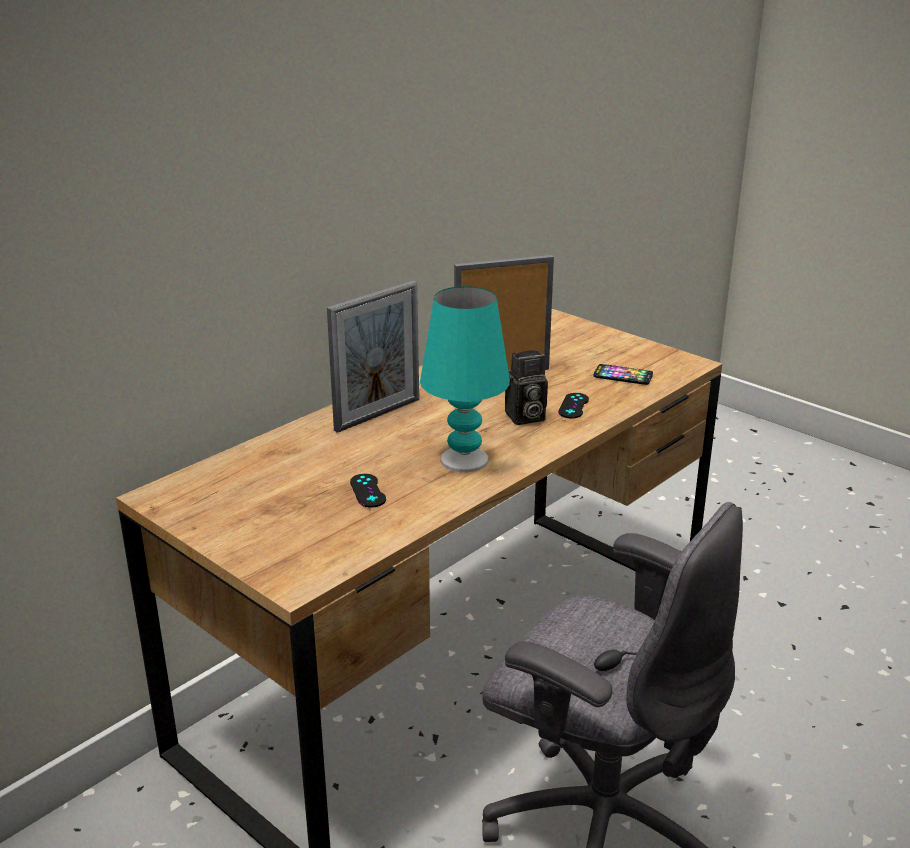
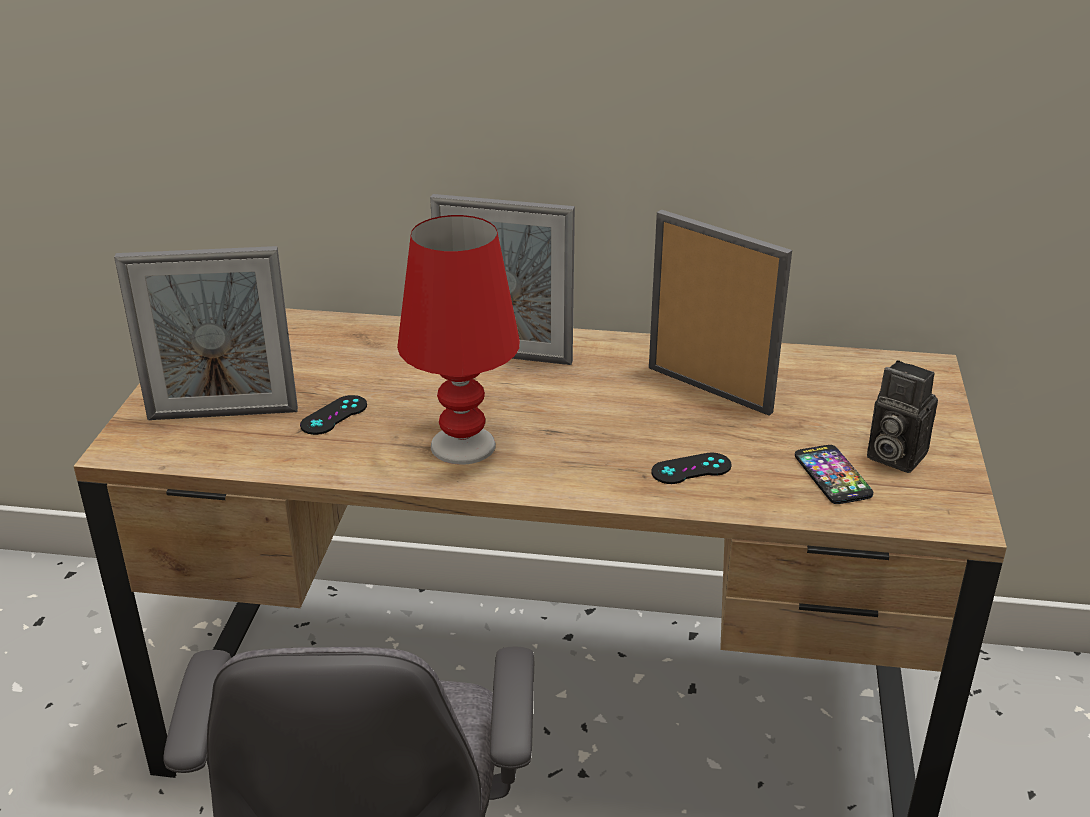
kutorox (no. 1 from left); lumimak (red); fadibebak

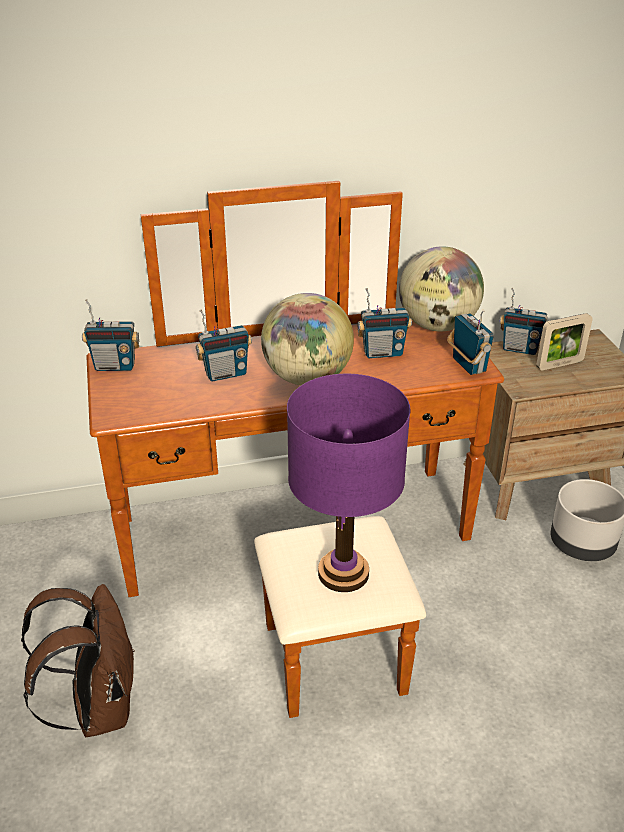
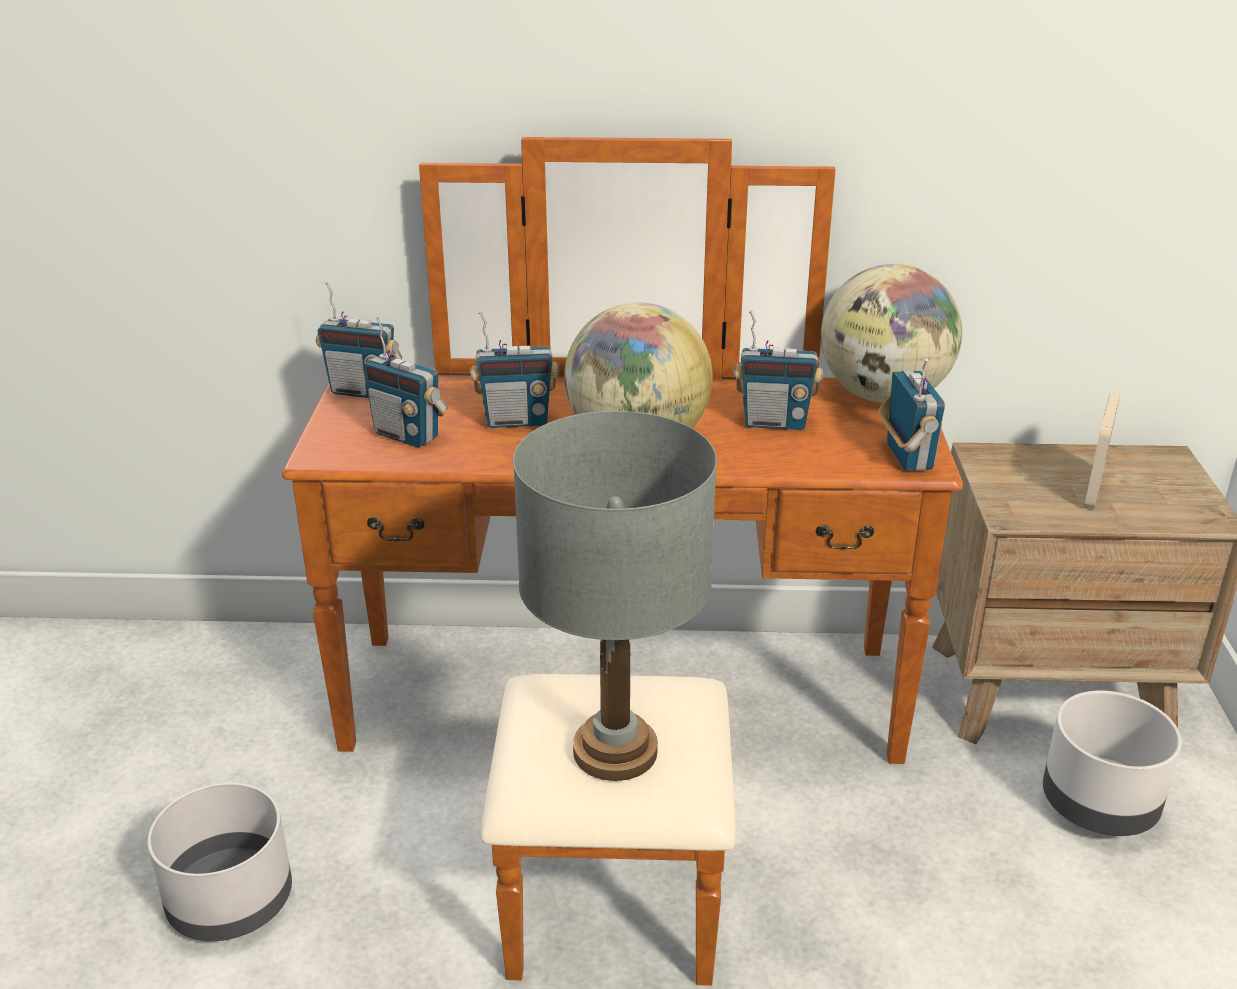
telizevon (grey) (no. 1 from left); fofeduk (no. 2 from left); lumimak (grey); kutorox

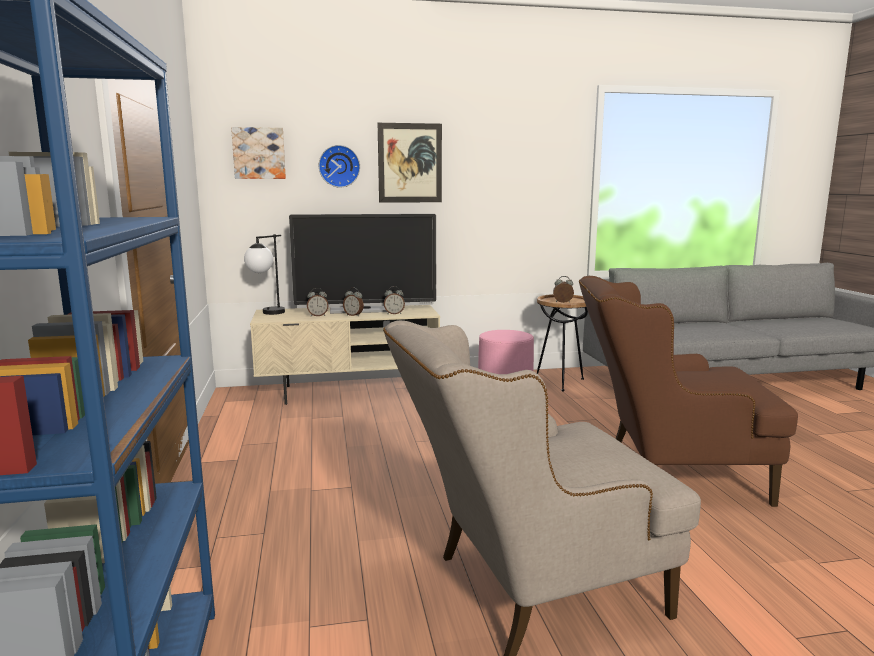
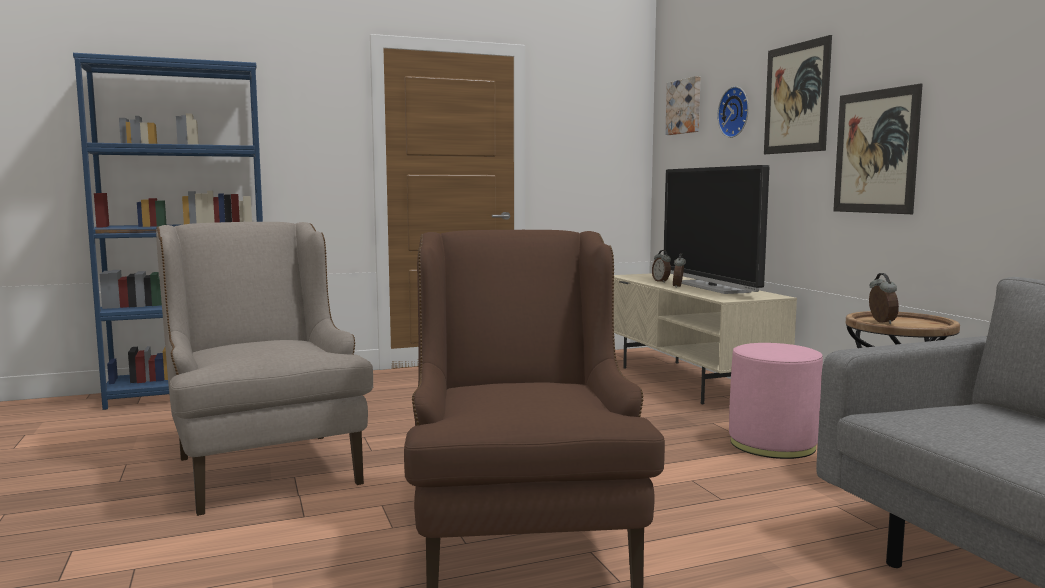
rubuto (no. 3 from left); lumimak; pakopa (no. 3 from left in the first image)

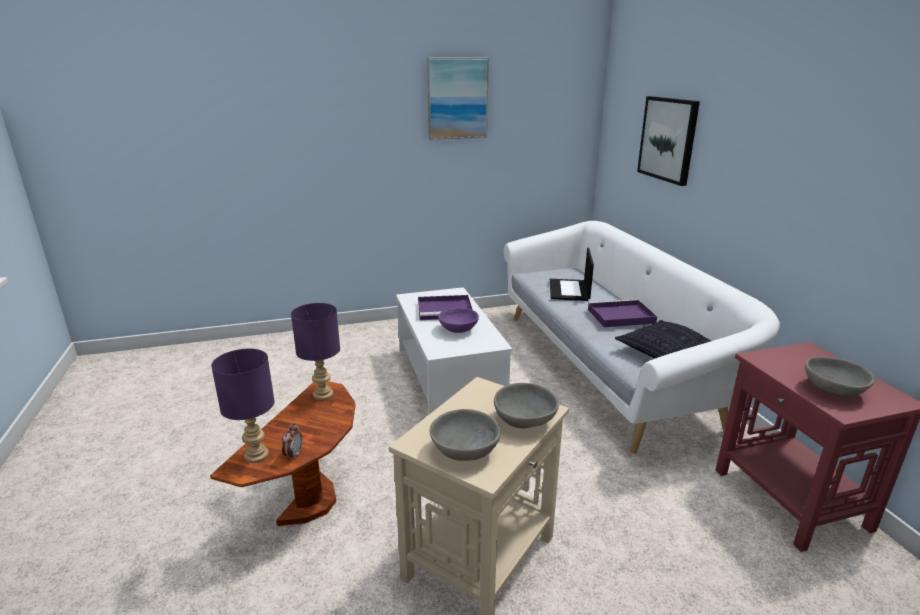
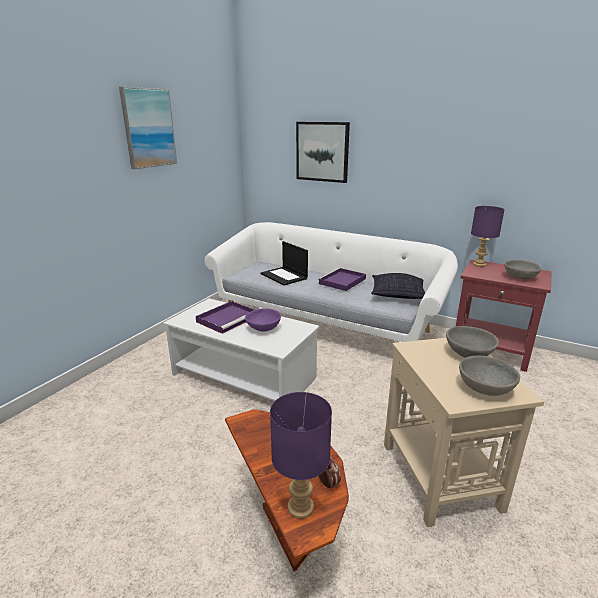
lumimak (purple) (no. 2 from left)

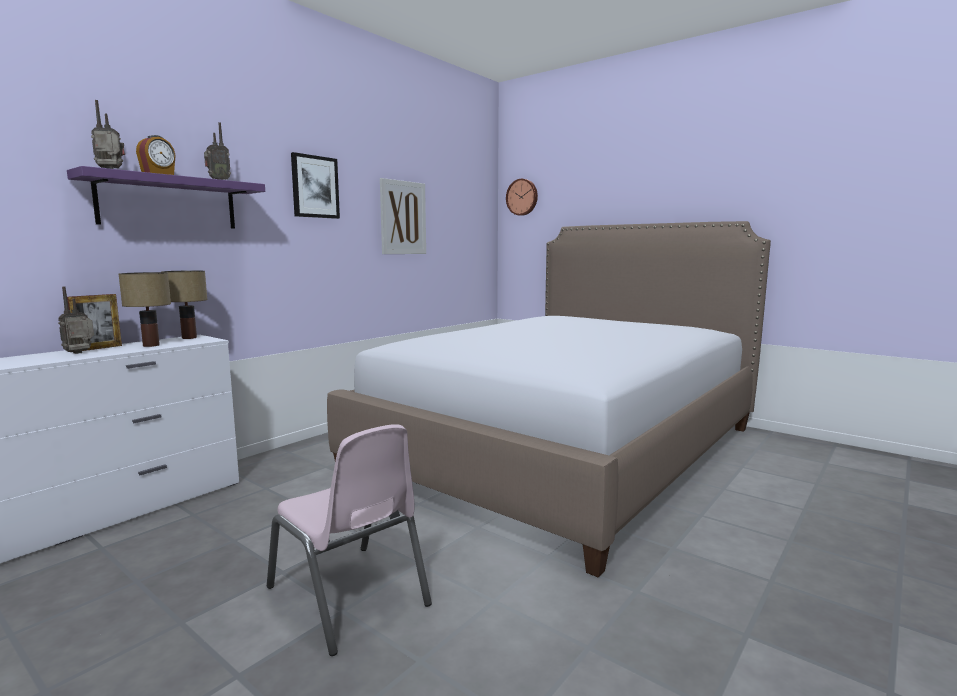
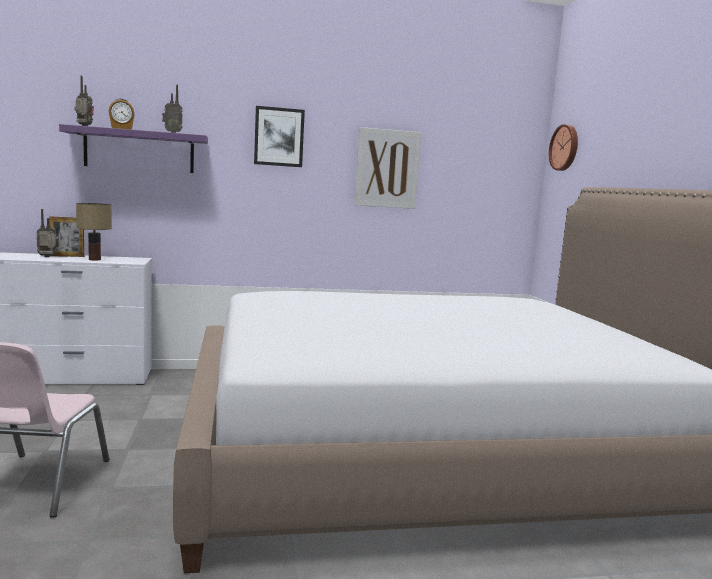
lumimak (no. 2 from left in the first image)

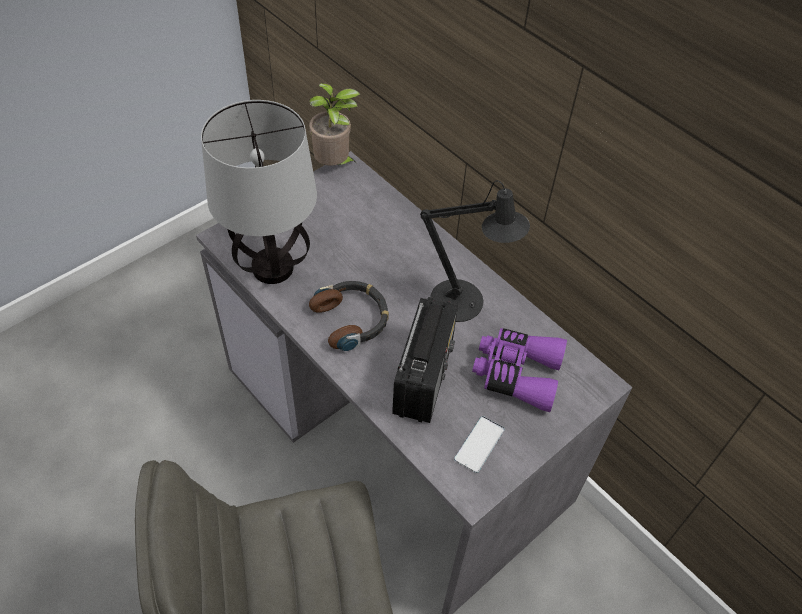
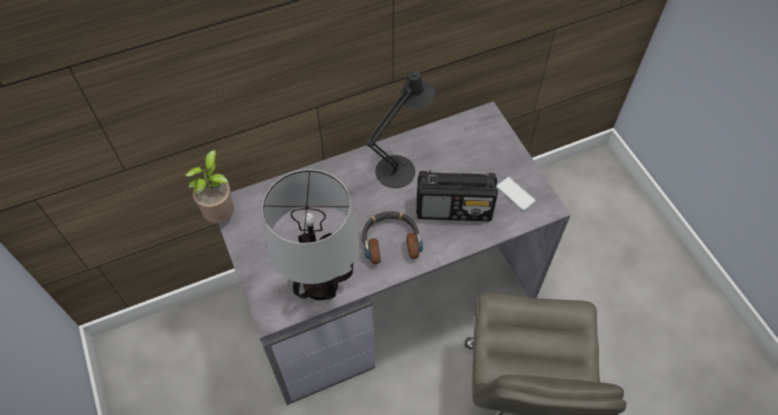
fofeduk; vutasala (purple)

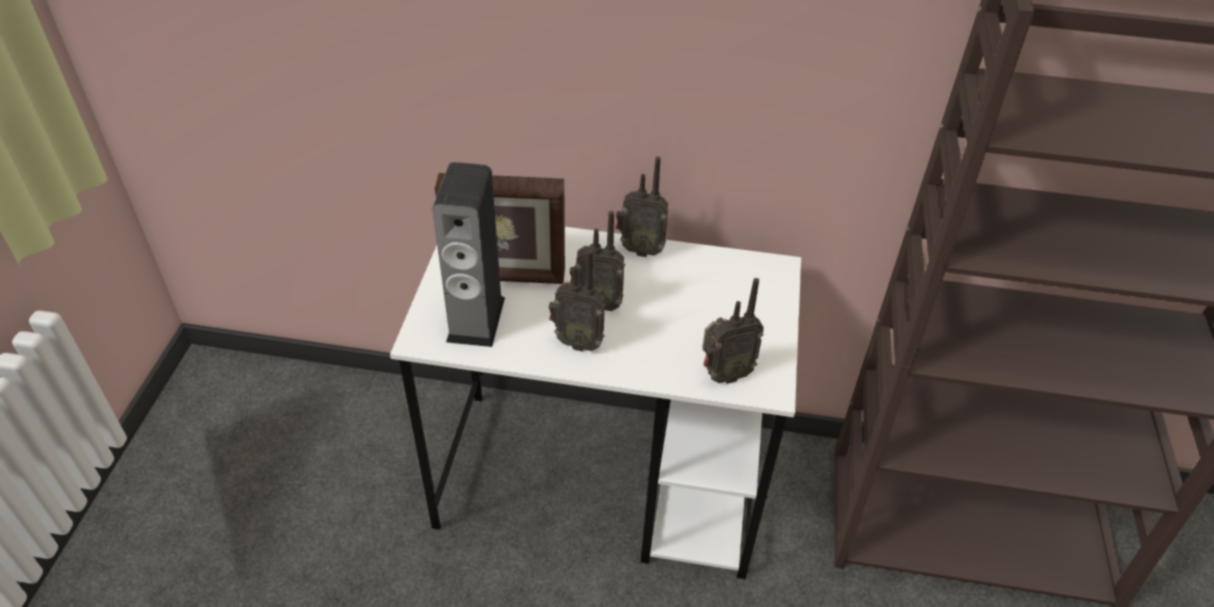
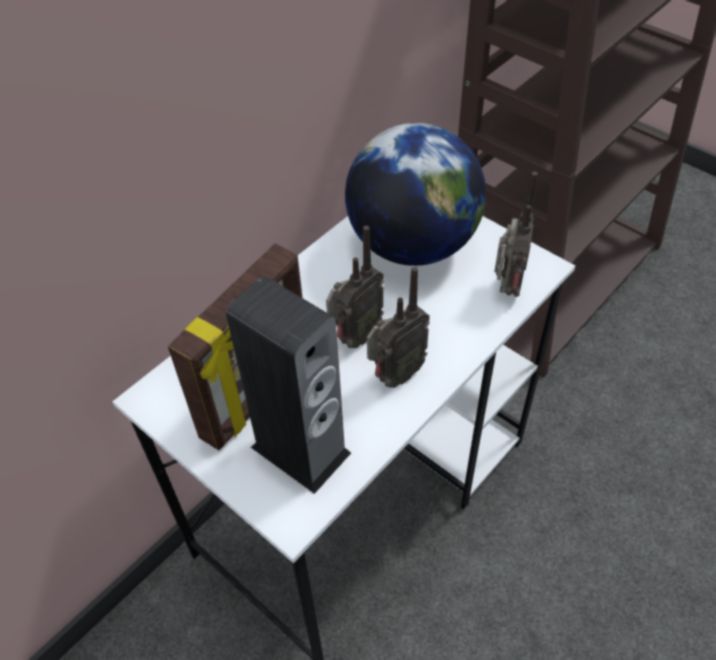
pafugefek; fofeduk (no. 3 from left in the first image)

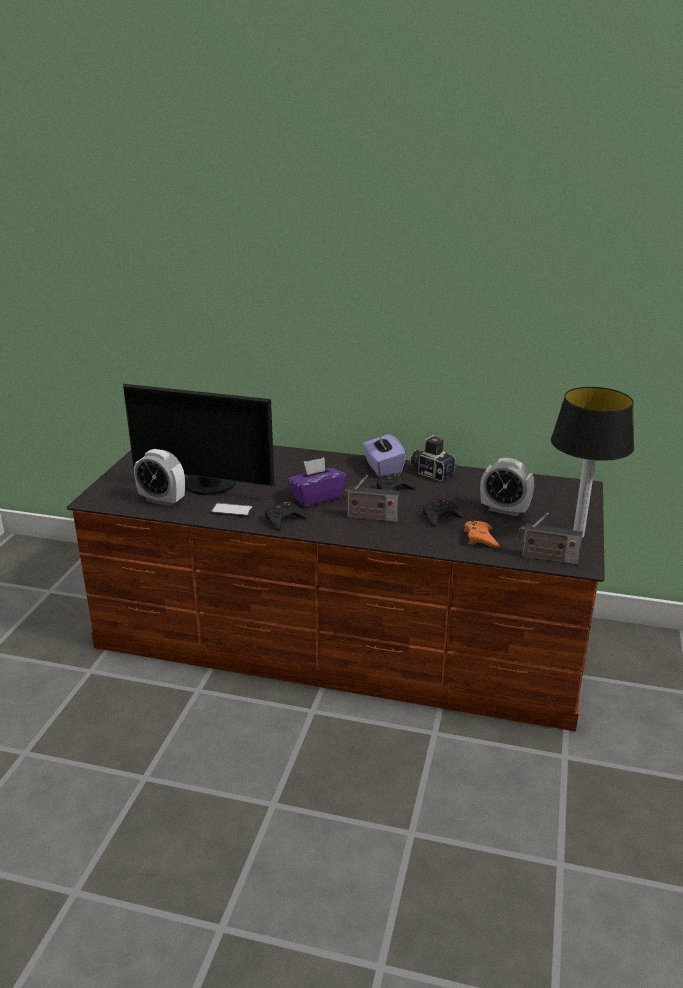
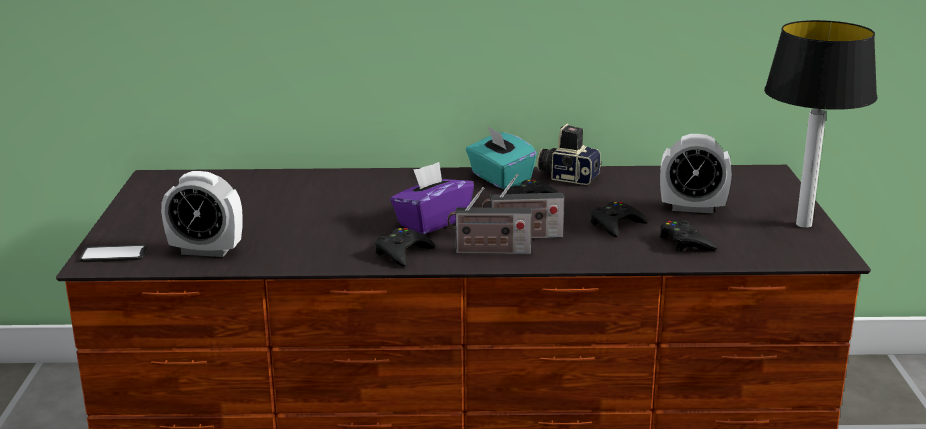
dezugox; fofeduk (no. 1 from left); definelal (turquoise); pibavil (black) (no. 4 from left); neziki

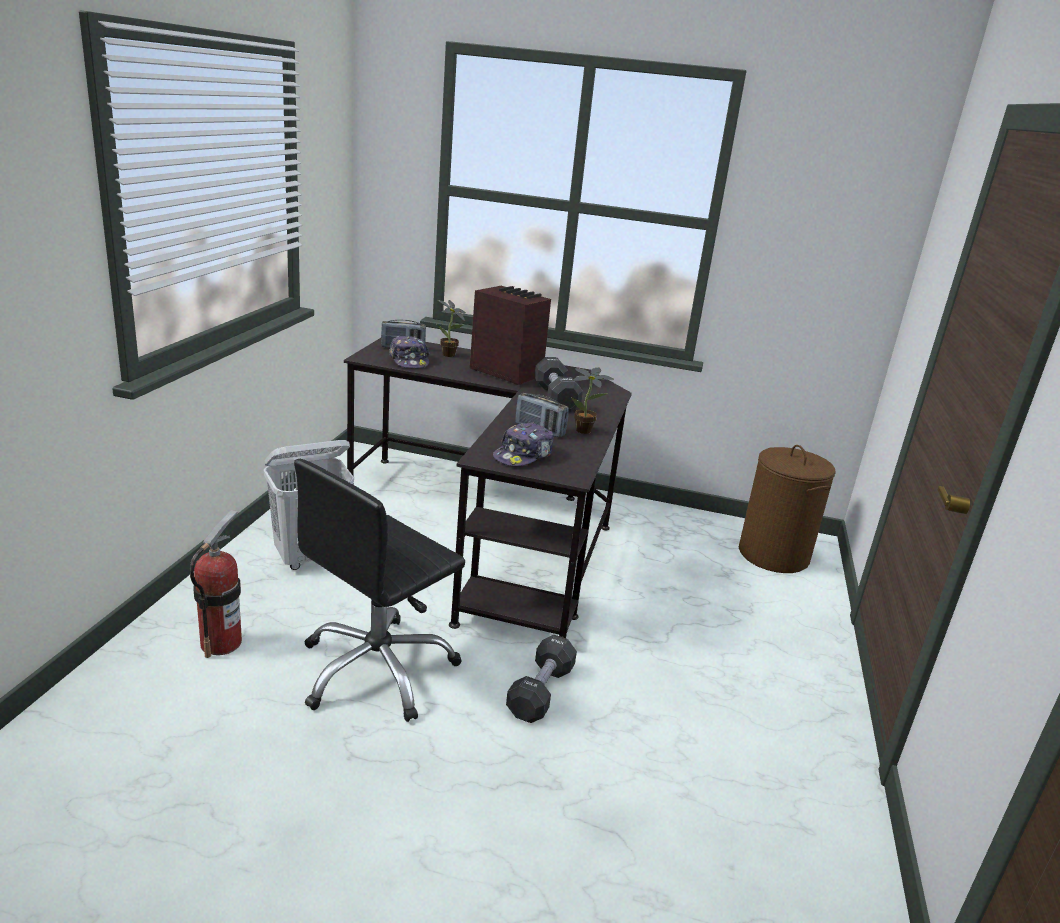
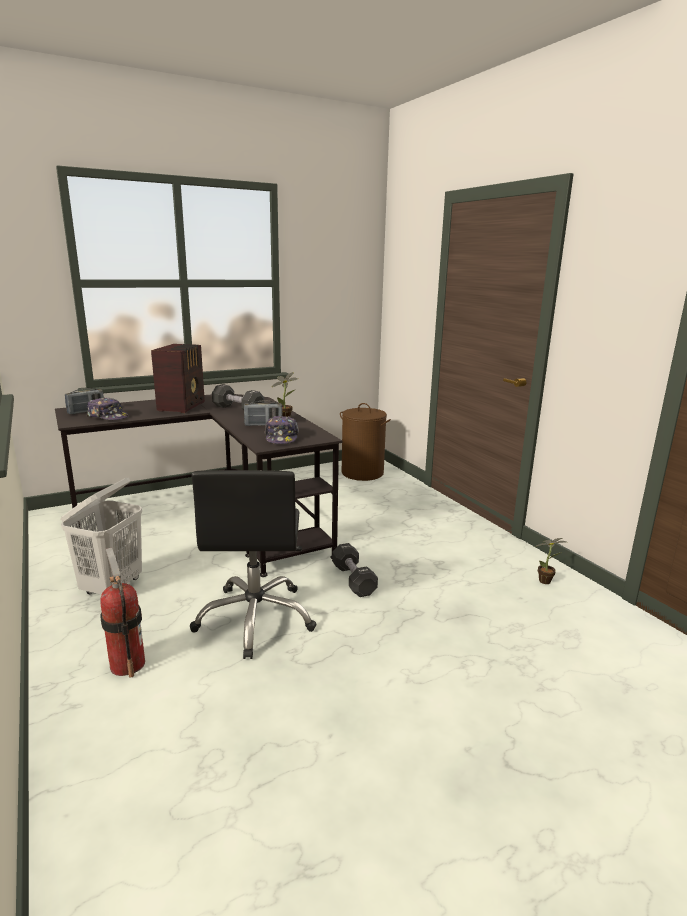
fofeduk (no. 2 from left); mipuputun (no. 2 from left)

